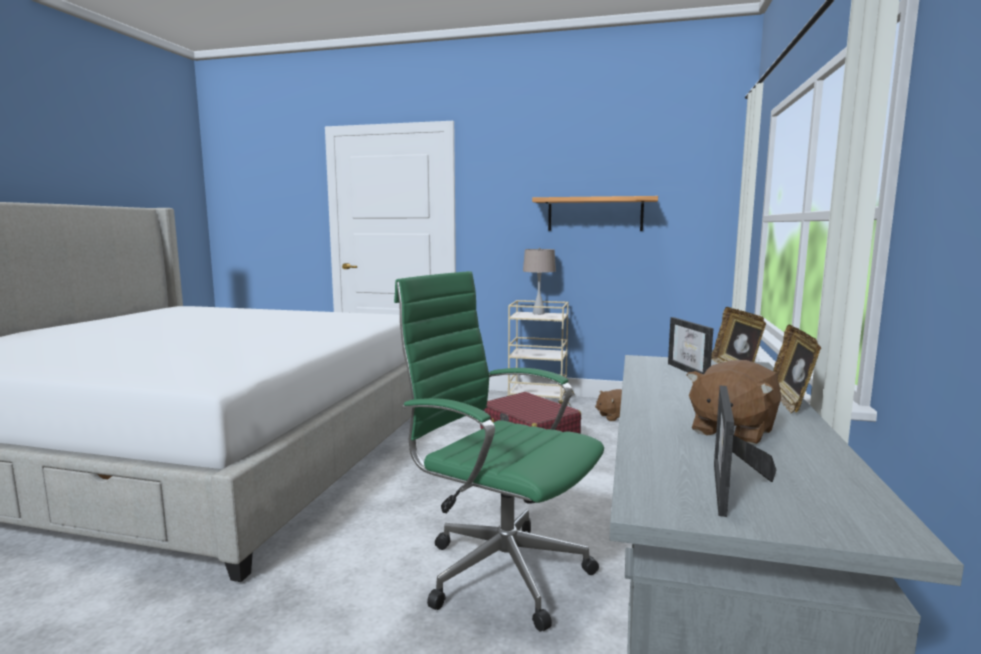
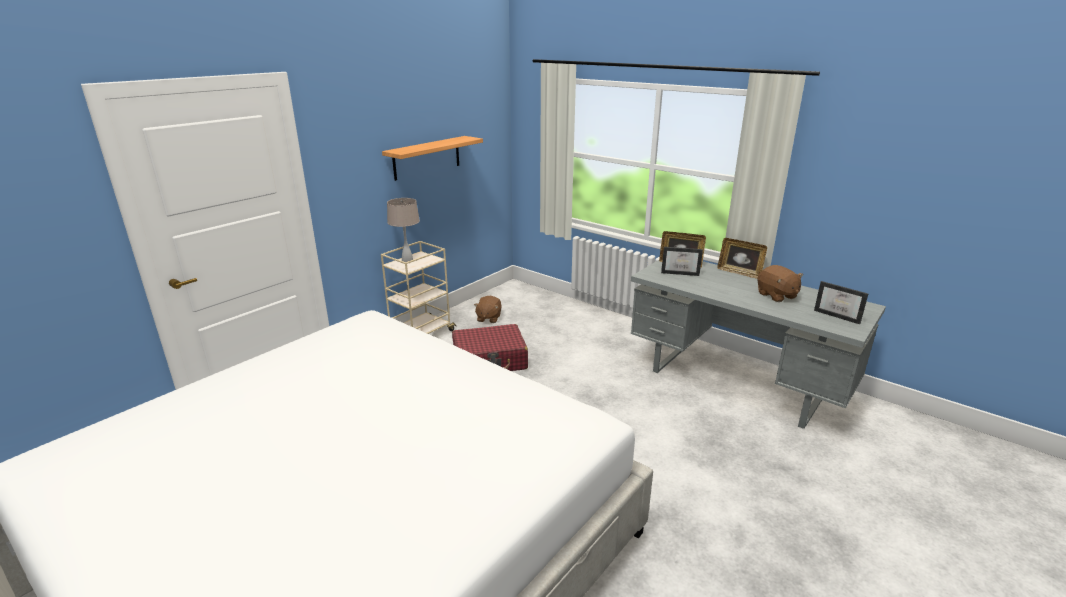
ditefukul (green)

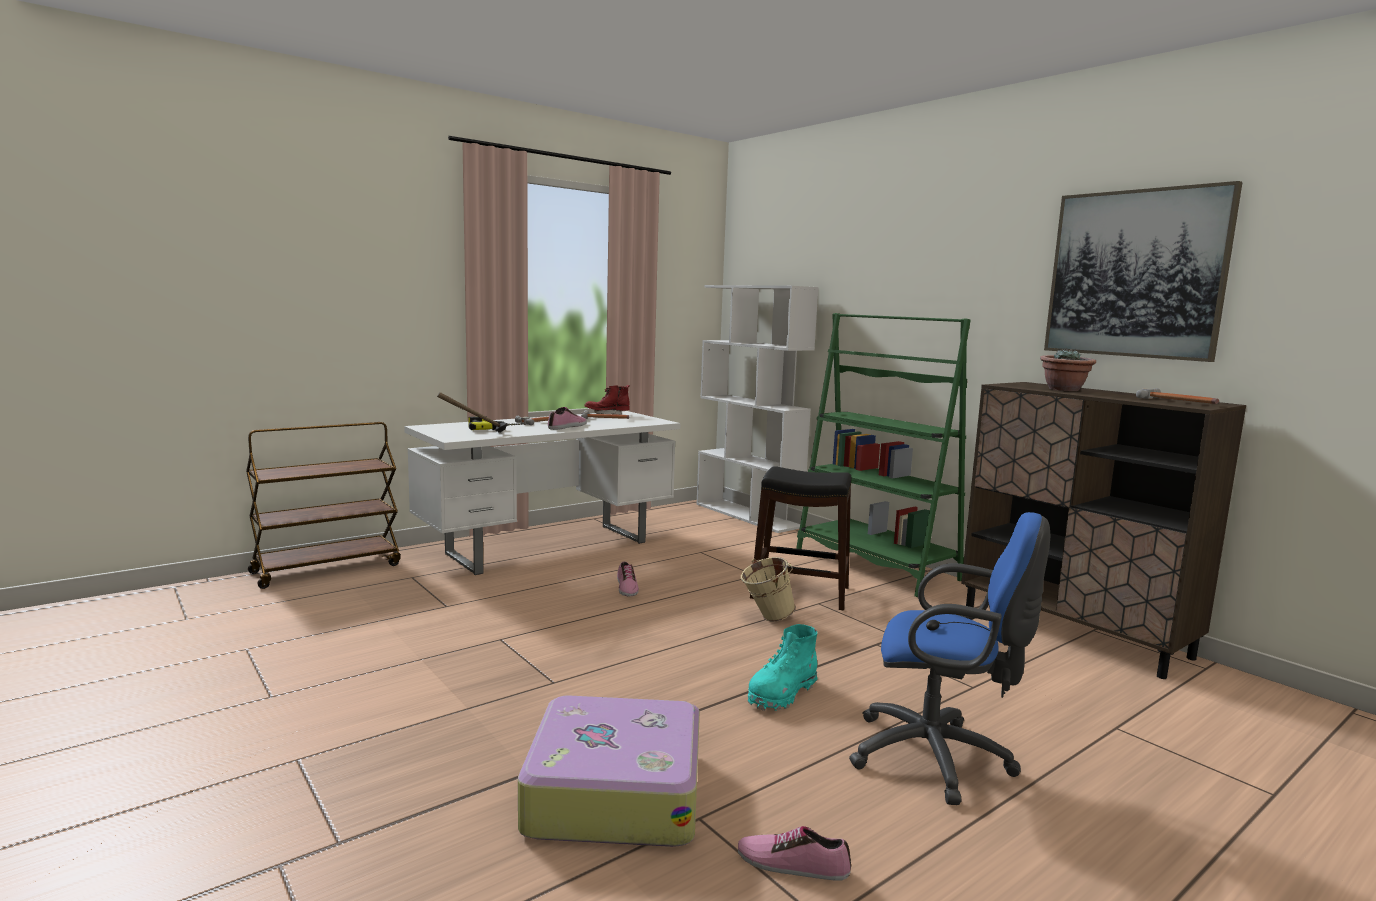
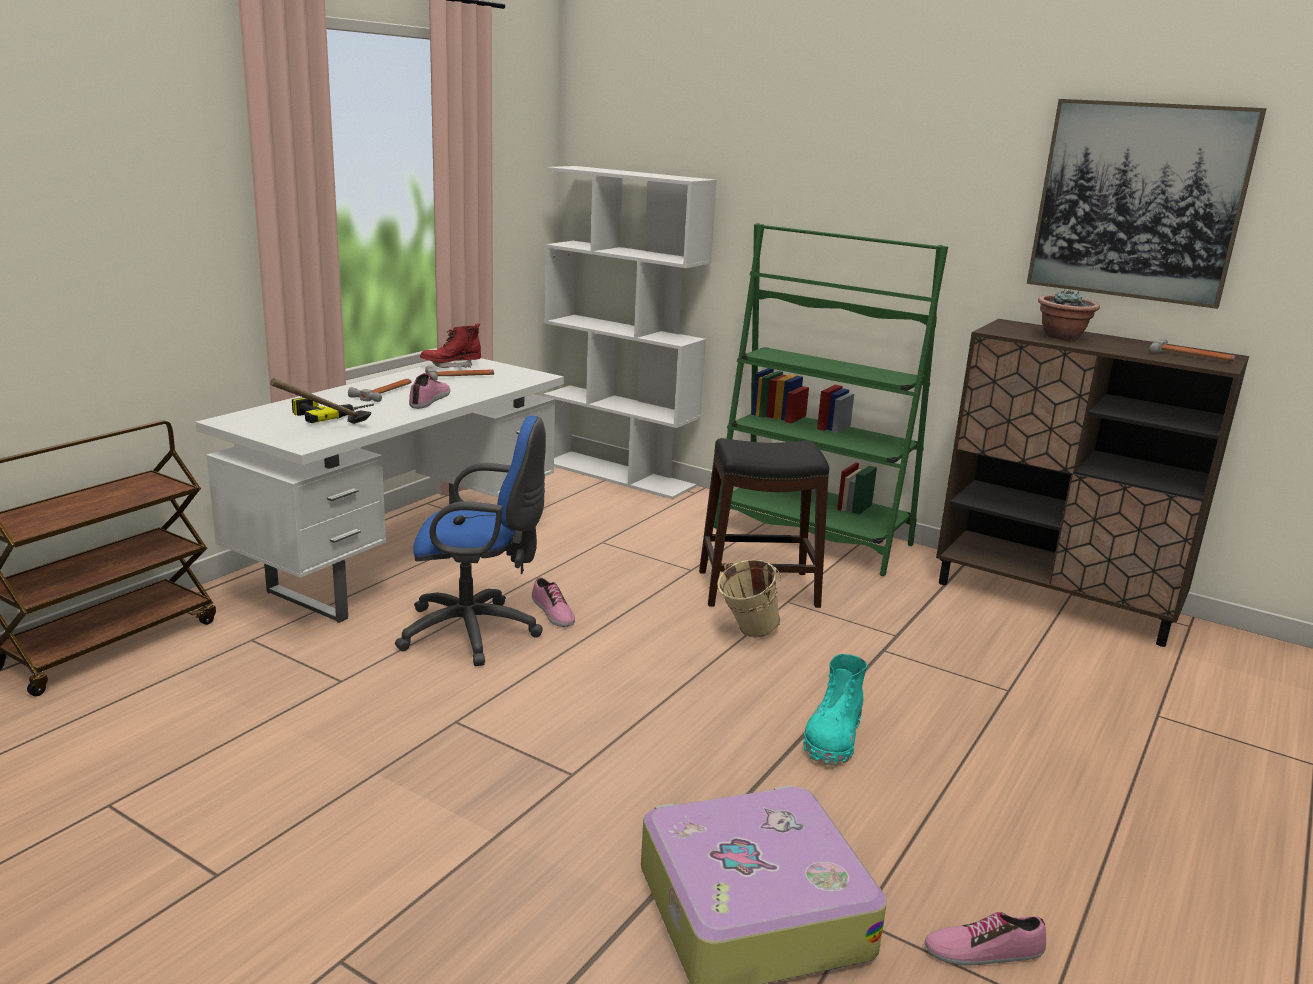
ditefukul (blue)

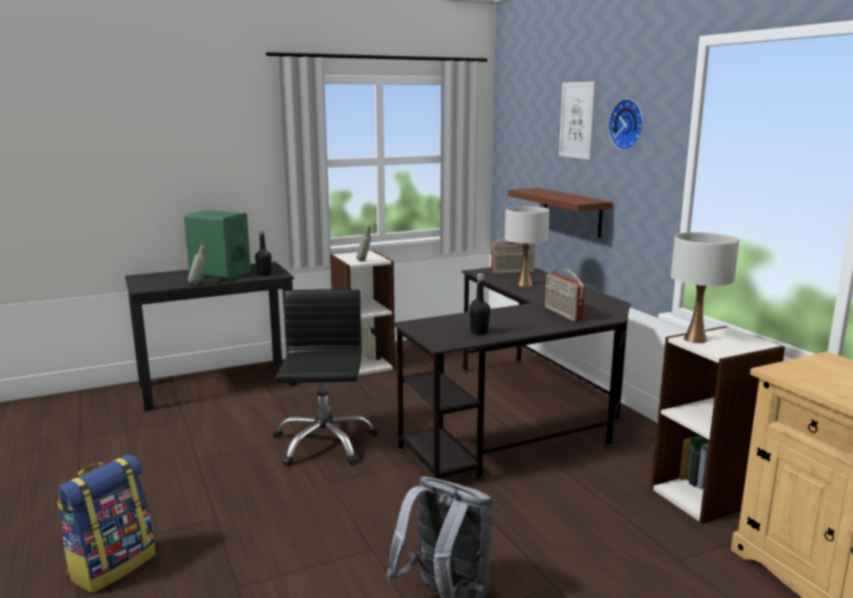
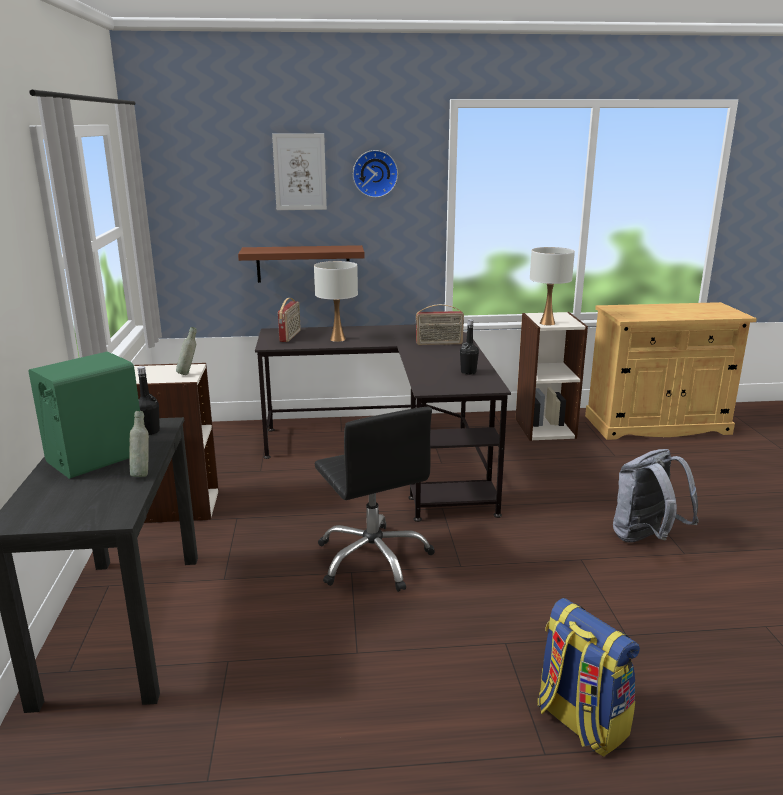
ditefukul (black)

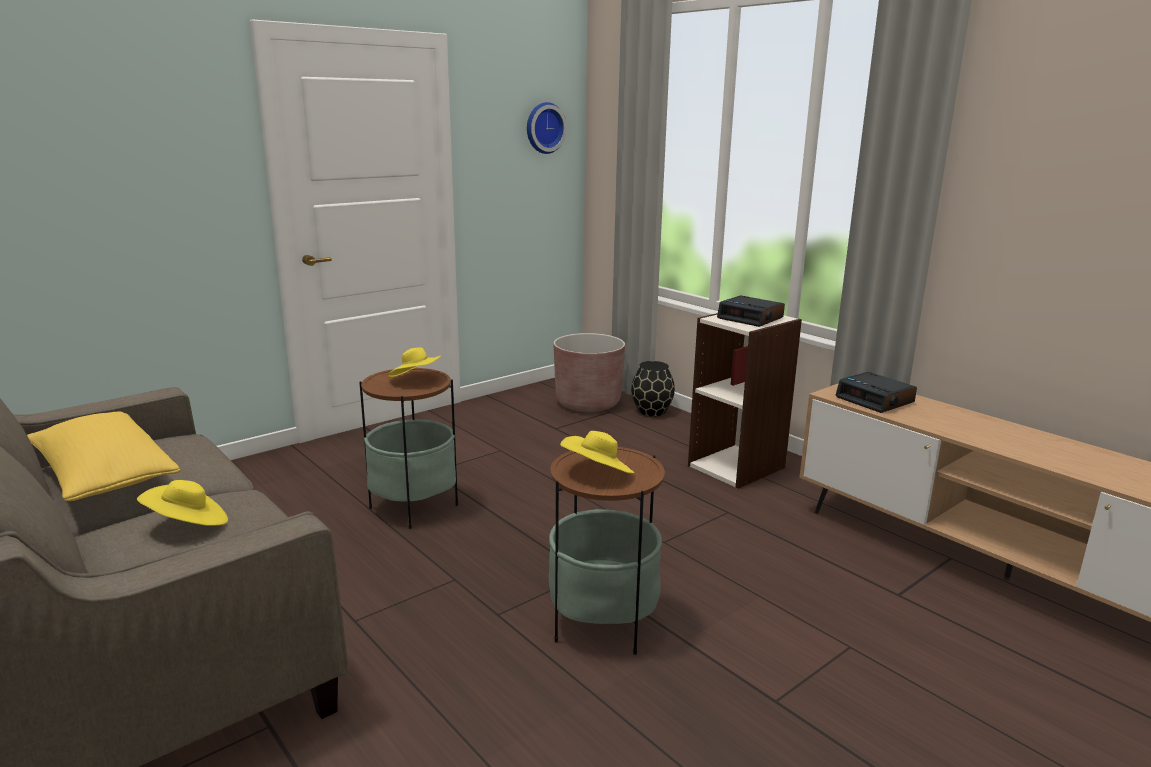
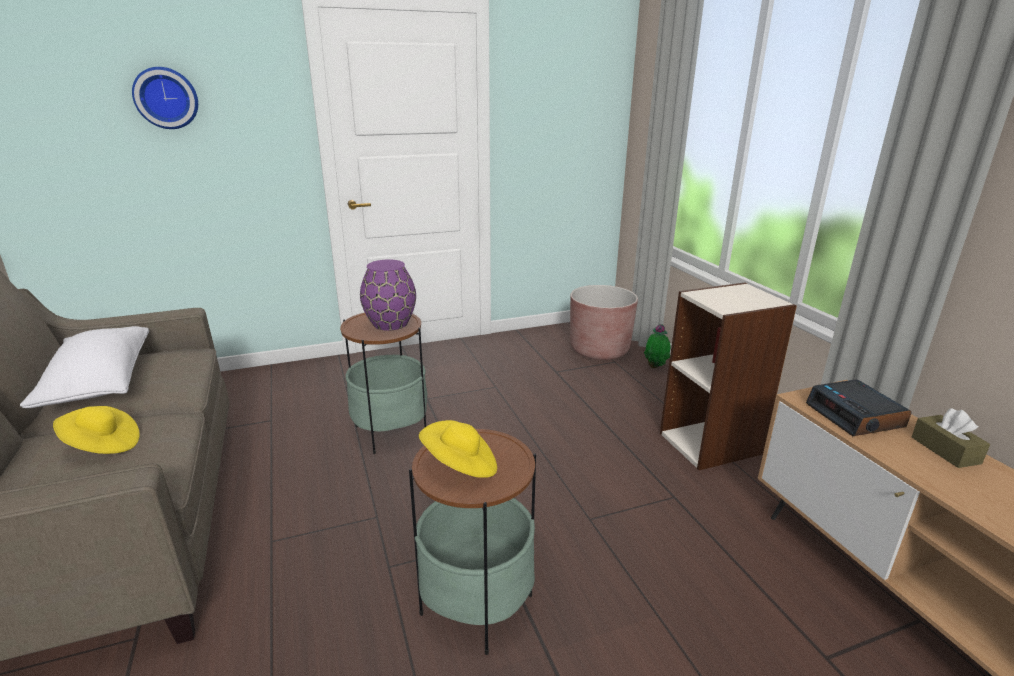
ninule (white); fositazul; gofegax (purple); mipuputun; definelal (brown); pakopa (no. 1 from left in the first image)

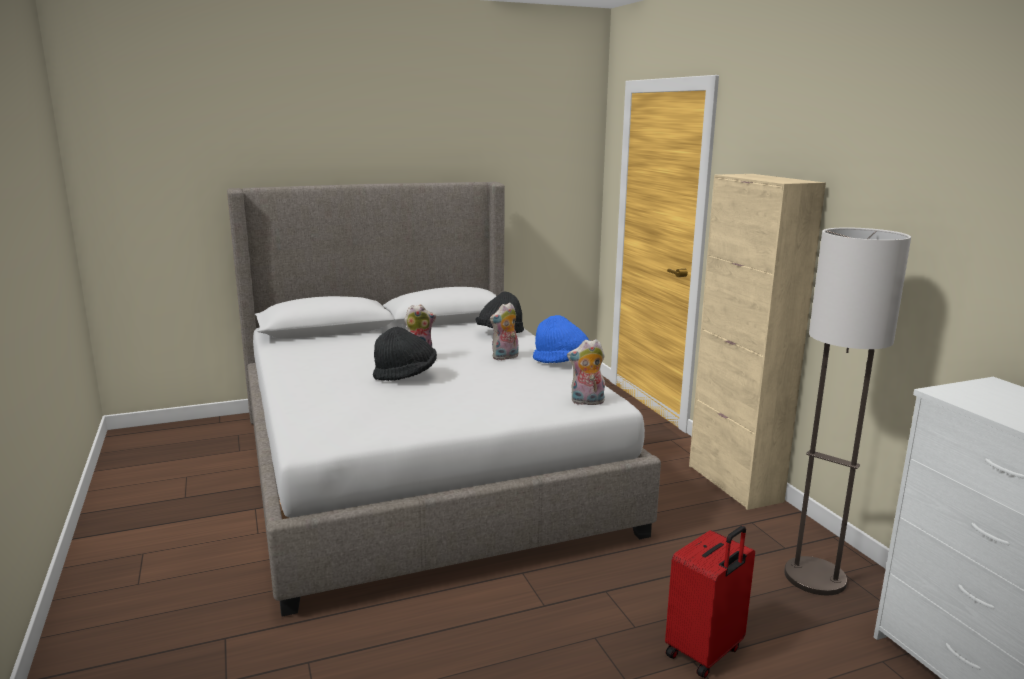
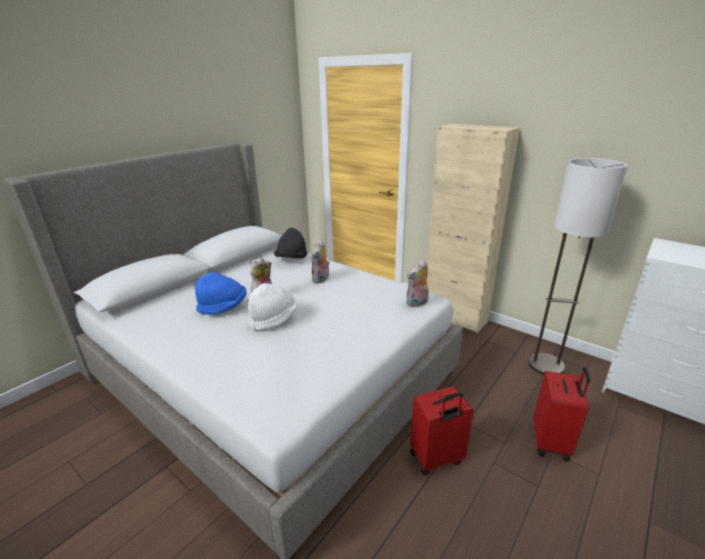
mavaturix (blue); mavaturix (white); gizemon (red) (no. 1 from left)

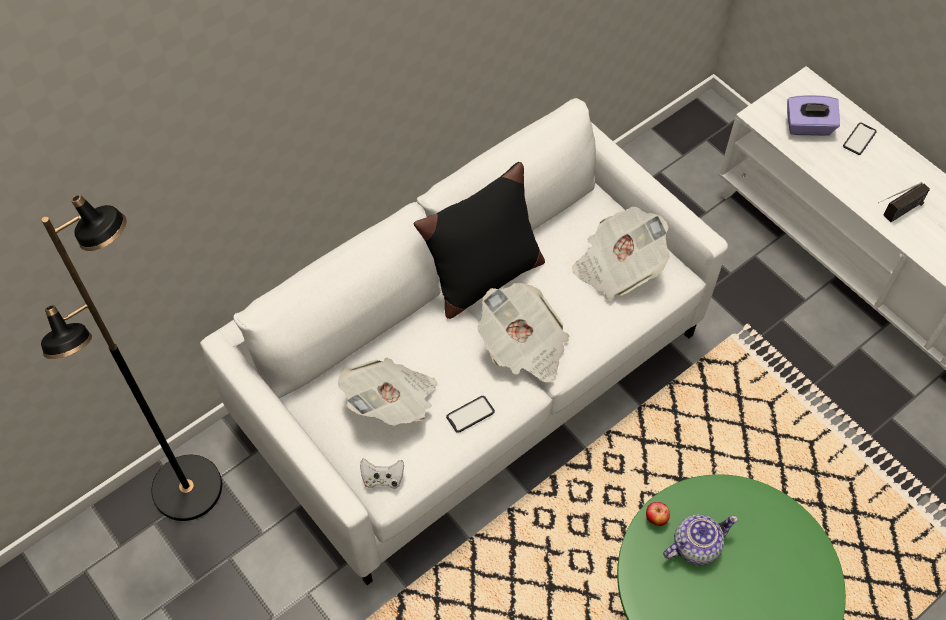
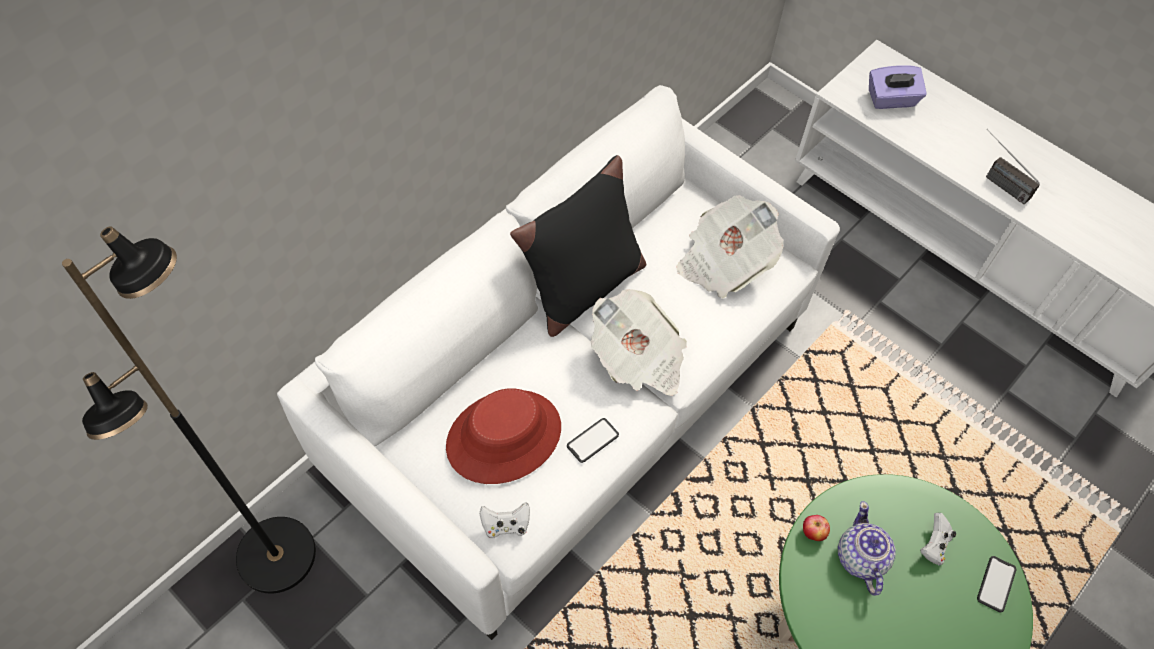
mavaturix (red); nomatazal; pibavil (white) (no. 2 from left); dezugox (no. 2 from left); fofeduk

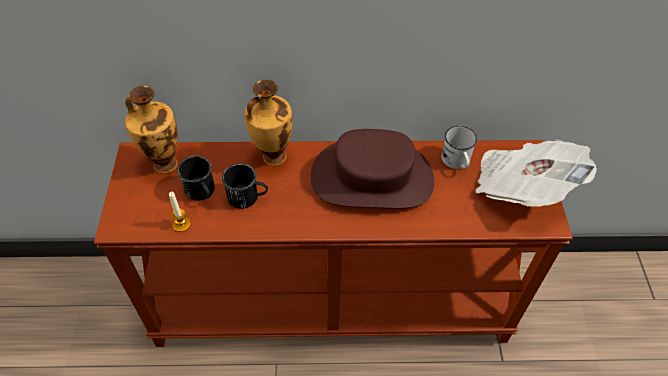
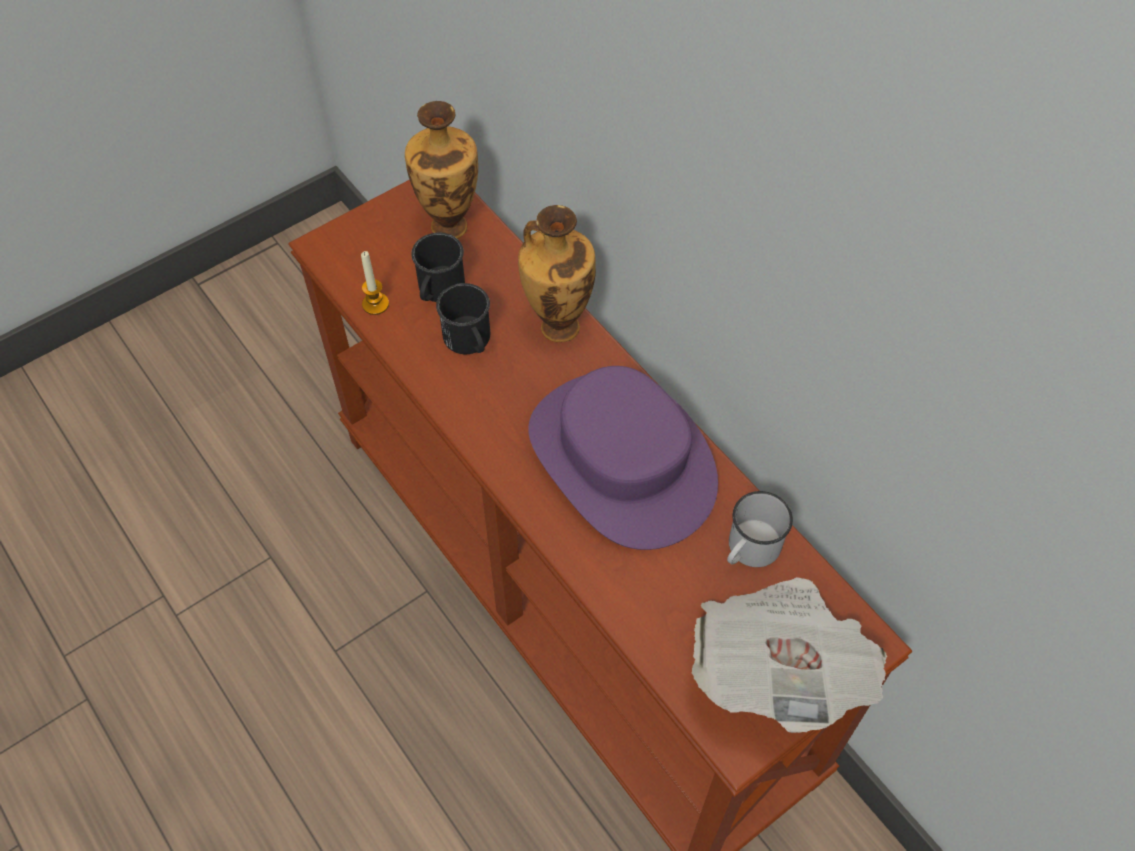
mavaturix (purple)

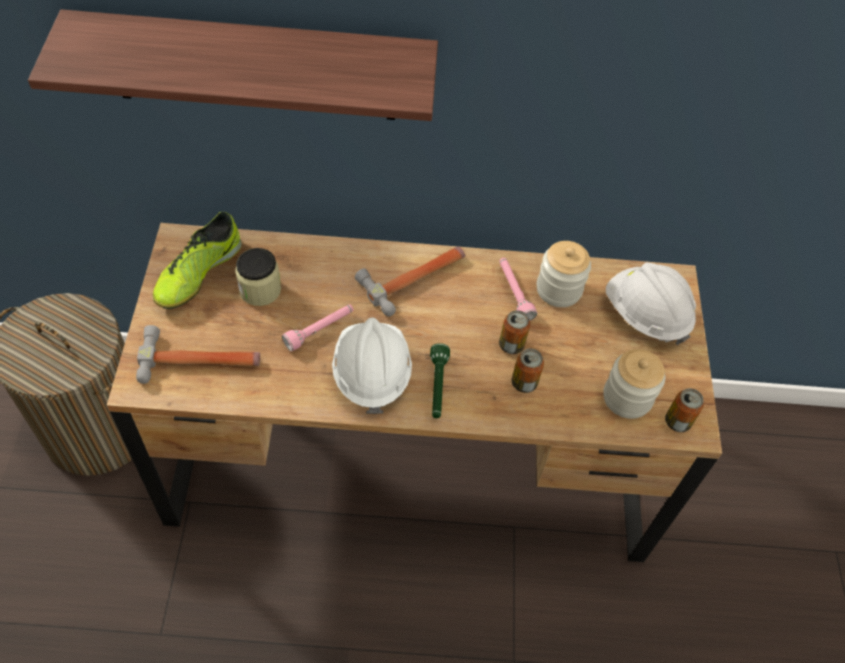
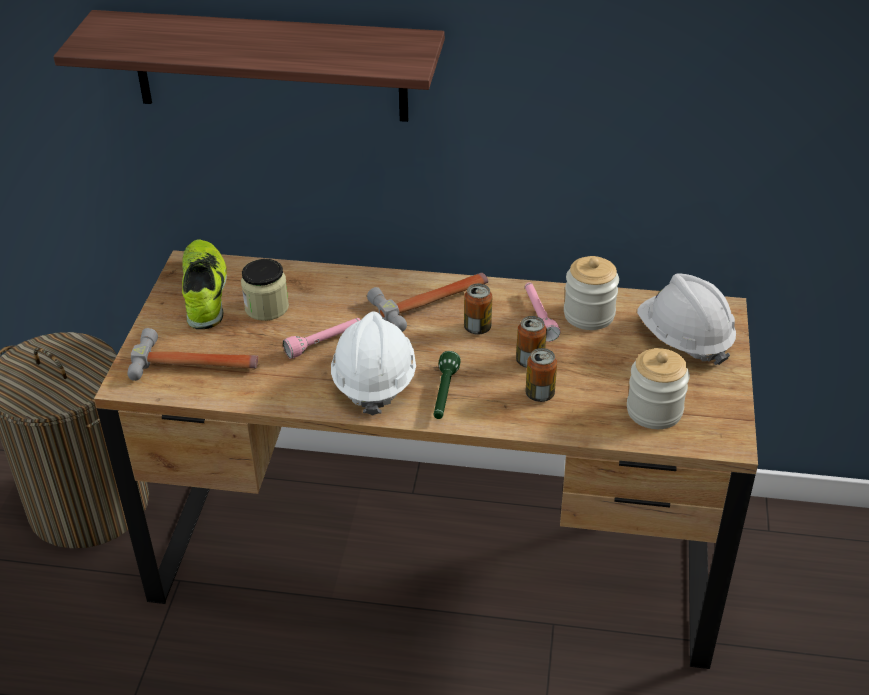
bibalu; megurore (no. 1 from left)

